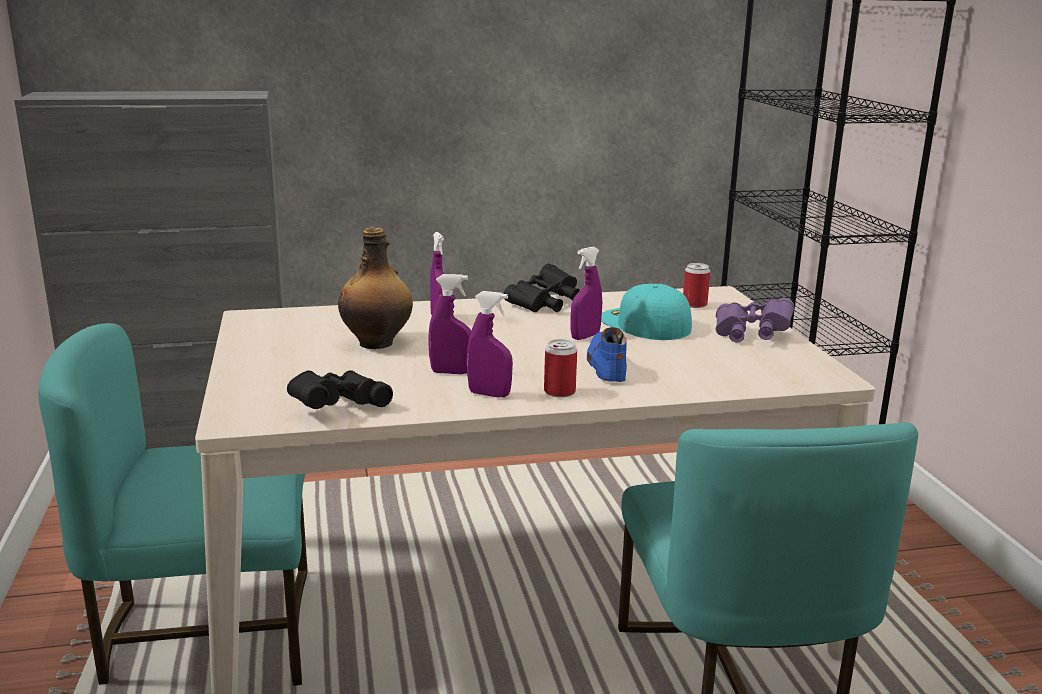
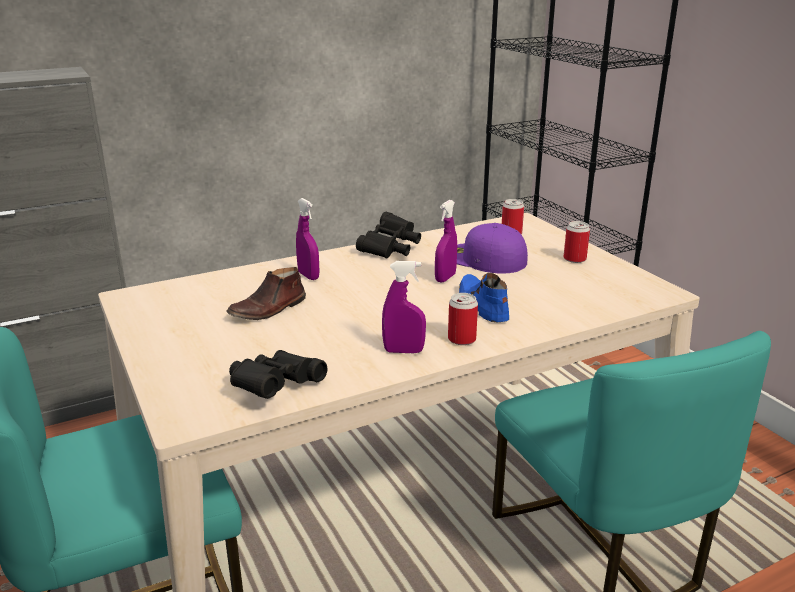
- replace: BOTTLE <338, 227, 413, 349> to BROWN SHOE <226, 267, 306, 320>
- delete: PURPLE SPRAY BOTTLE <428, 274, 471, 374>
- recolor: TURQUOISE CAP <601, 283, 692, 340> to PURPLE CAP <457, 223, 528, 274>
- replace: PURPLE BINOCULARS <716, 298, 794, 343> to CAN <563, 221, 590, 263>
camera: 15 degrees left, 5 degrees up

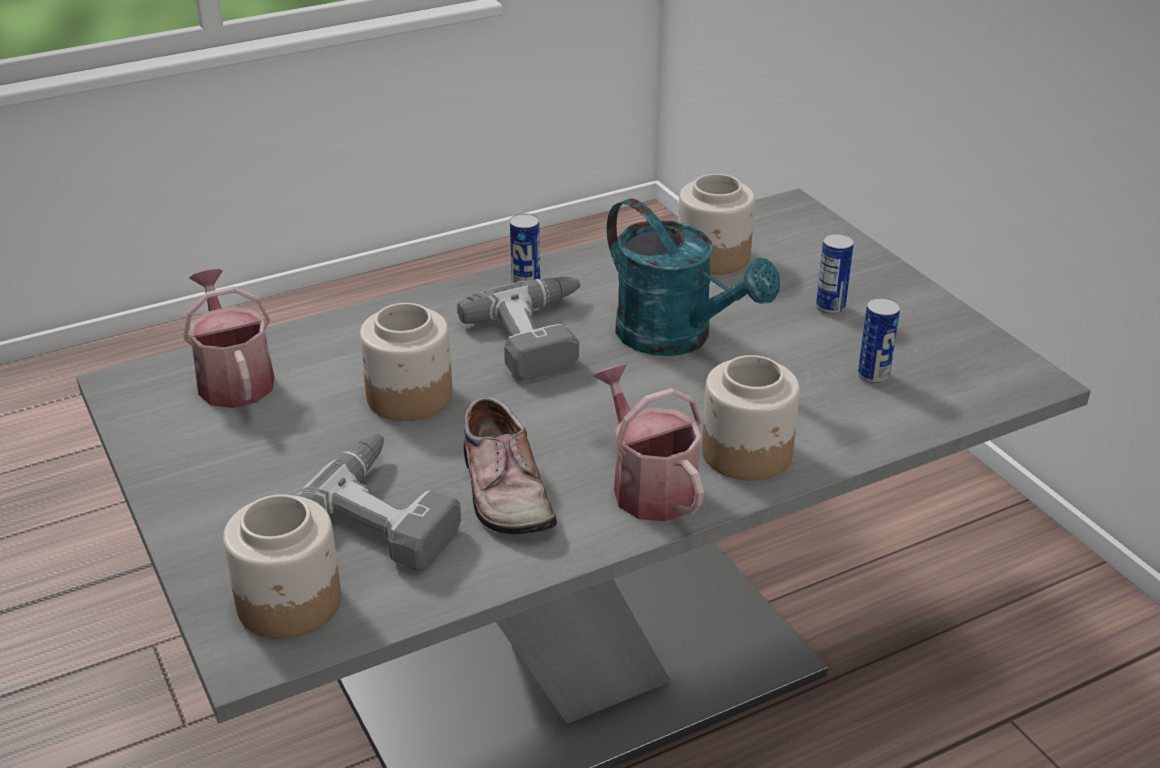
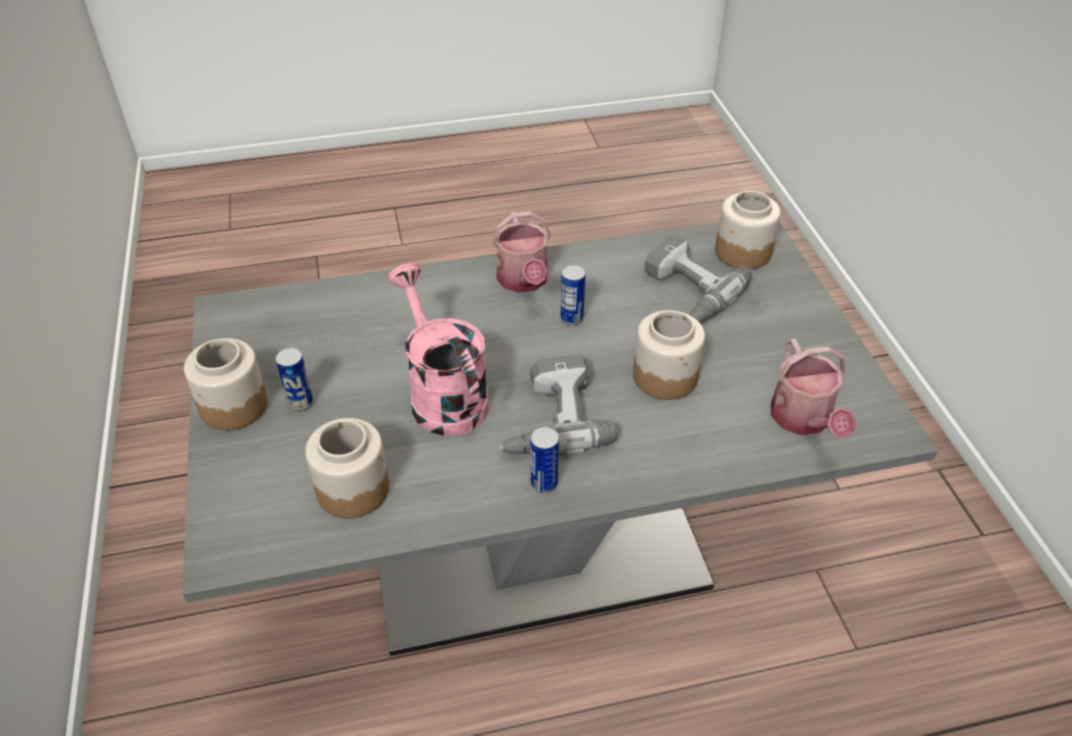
- recolor: TURQUOISE WATERING CAN <607, 198, 780, 356> to PINK WATERING CAN <388, 264, 489, 436>
- move: CAN <858, 298, 900, 384> to <560, 265, 585, 326>
- move: JAR <702, 355, 800, 481> to <184, 338, 268, 431>
- delete: SHOE <464, 397, 557, 534>
camera: 165 degrees left, 10 degrees up

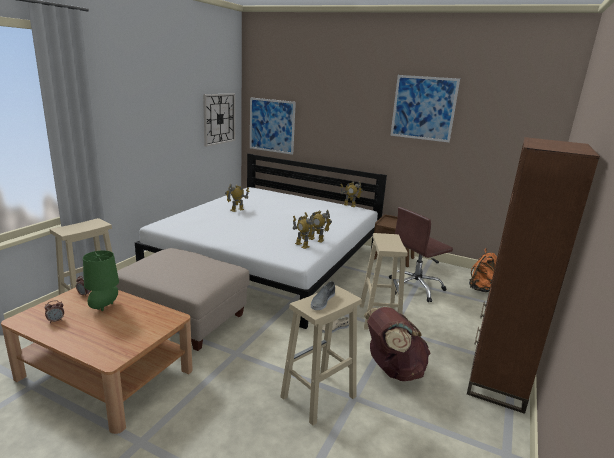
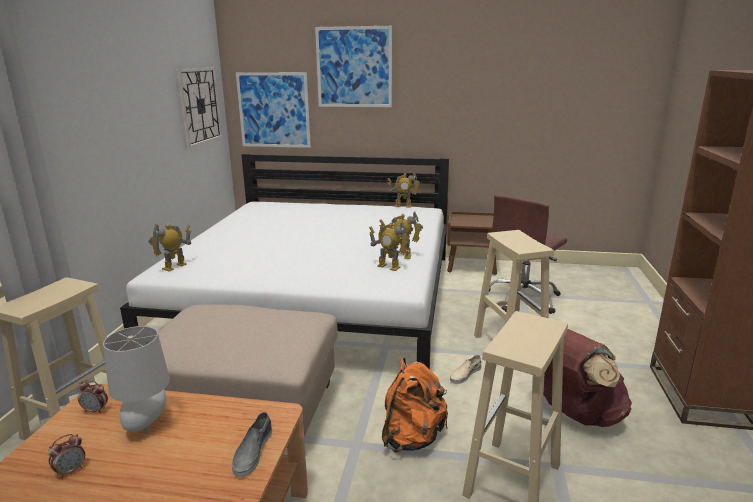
- move: PICTURE <390, 75, 460, 142> to <315, 26, 392, 107>
- move: TOY ROBOT <225, 184, 249, 212> to <148, 224, 192, 271>
- move: ORANGE BACKPACK <469, 248, 497, 292> to <382, 358, 448, 452>
- recolor: GREEN TABLE LAMP <83, 250, 119, 311> to GREY TABLE LAMP <103, 326, 170, 433>
- move: GREY SHOE <311, 281, 335, 310> to <232, 412, 272, 477>
camera: 15 degrees left, 0 degrees up

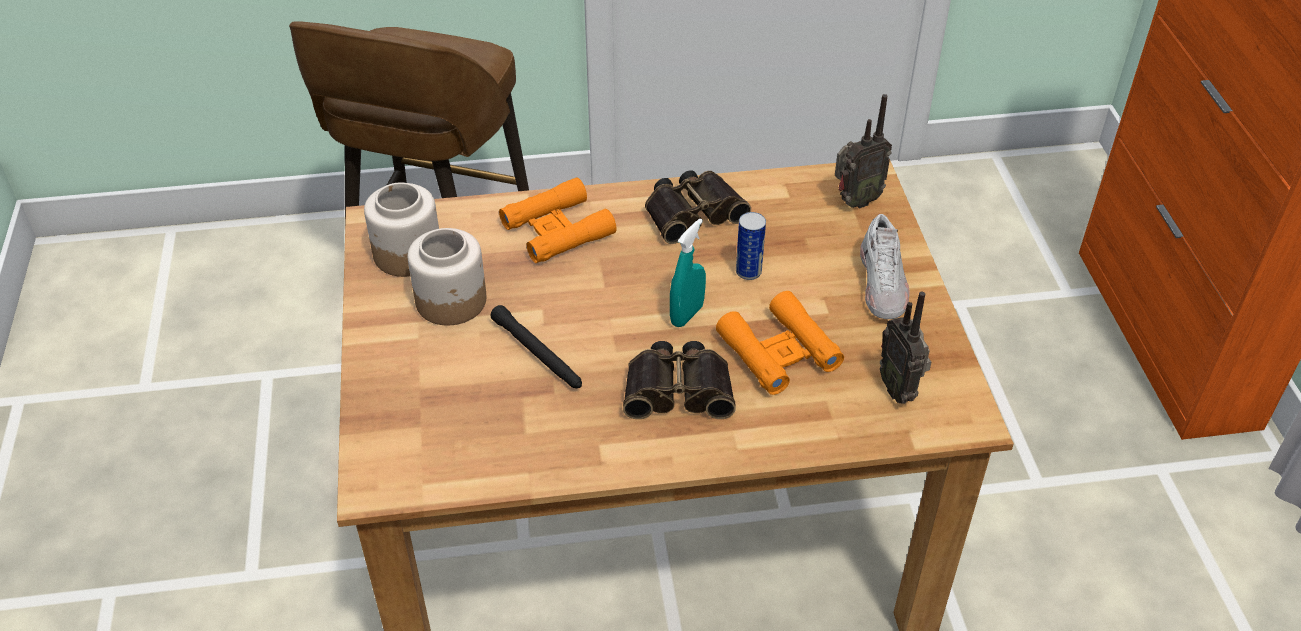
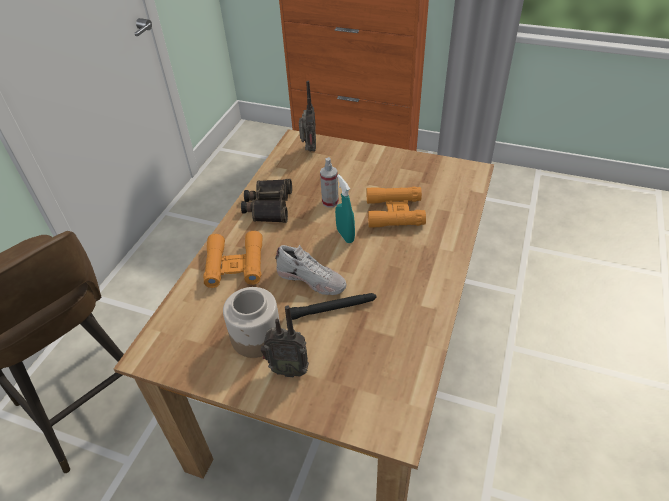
- delete: JAR <364, 182, 439, 277>
- replace: CAN <736, 212, 766, 280> to SPRAY BOTTLE <320, 157, 339, 208>
- move: WHITE SHOE <860, 214, 910, 319> to <275, 245, 346, 295>
- move: RADIO <880, 292, 931, 404> to <261, 305, 309, 377>
- delete: BINOCULARS <623, 341, 736, 419>
camera: 60 degrees left, 0 degrees up

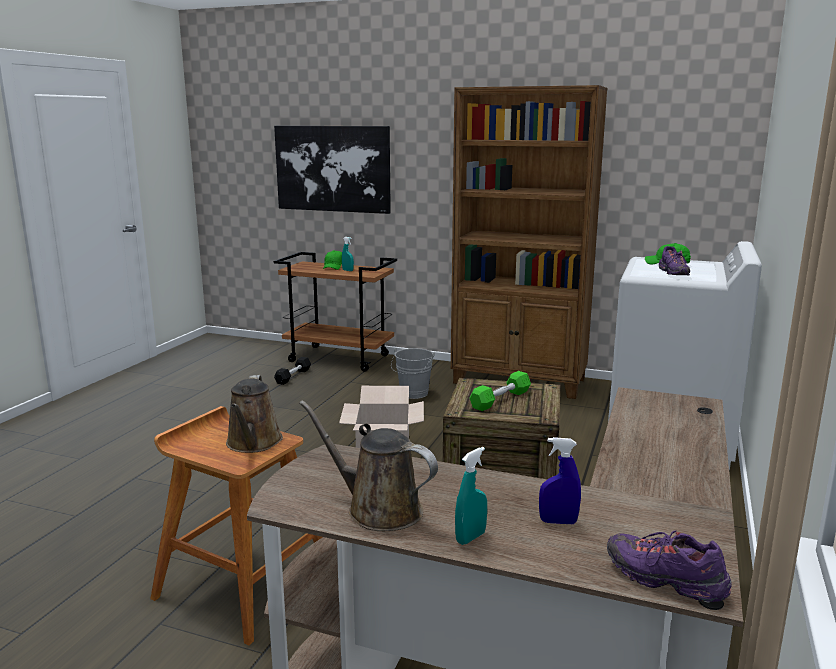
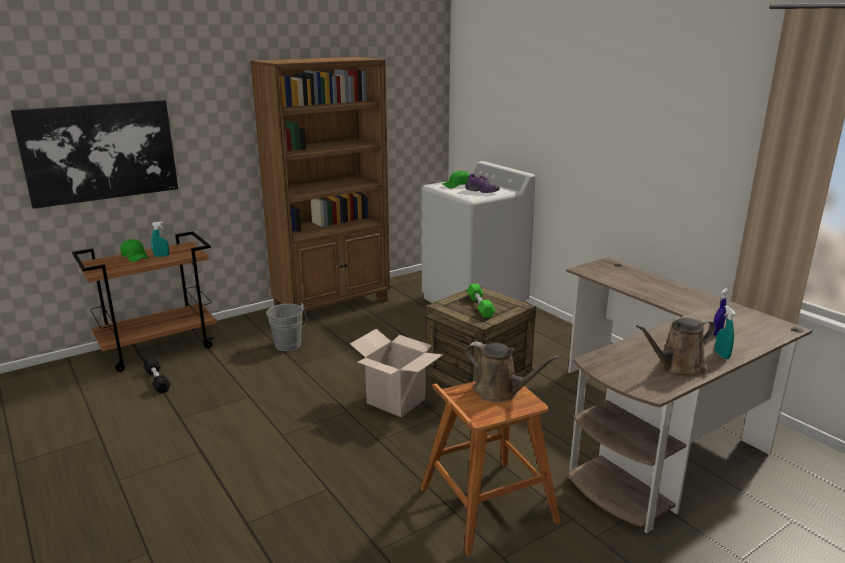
- delete: PURPLE SHOE <607, 531, 732, 602>
camera: 55 degrees left, 5 degrees up

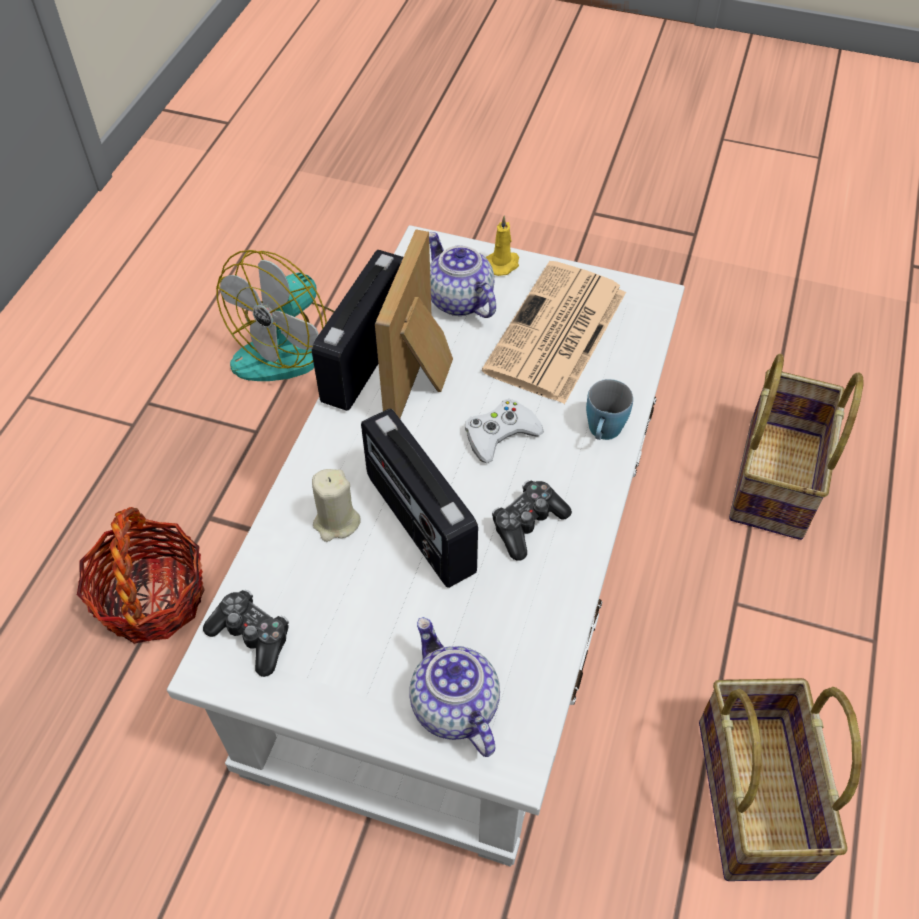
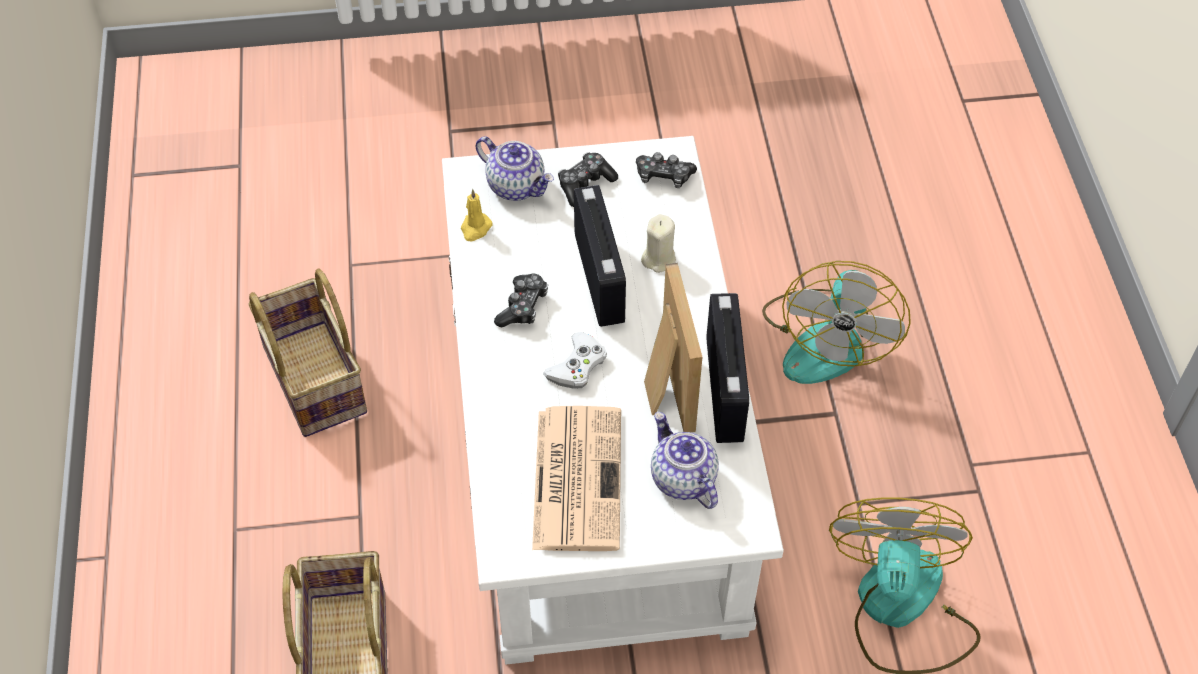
- move: YELLOW CANDLE <486, 216, 519, 276> to <461, 189, 492, 242>
- rotate: TEAPOT <429, 232, 496, 318> = <651, 412, 719, 509> 150 degrees counterclockwise
- delete: BLUE MUG <586, 379, 633, 440>
- rotate: RADIO <361, 409, 478, 588> = <574, 185, 626, 327> 45 degrees clockwise
- replace: BASKET <77, 507, 205, 644> to FAN <762, 261, 911, 384>
- insert: GAME CONTROLLER <558, 152, 618, 207>
camera: 155 degrees right, 0 degrees up

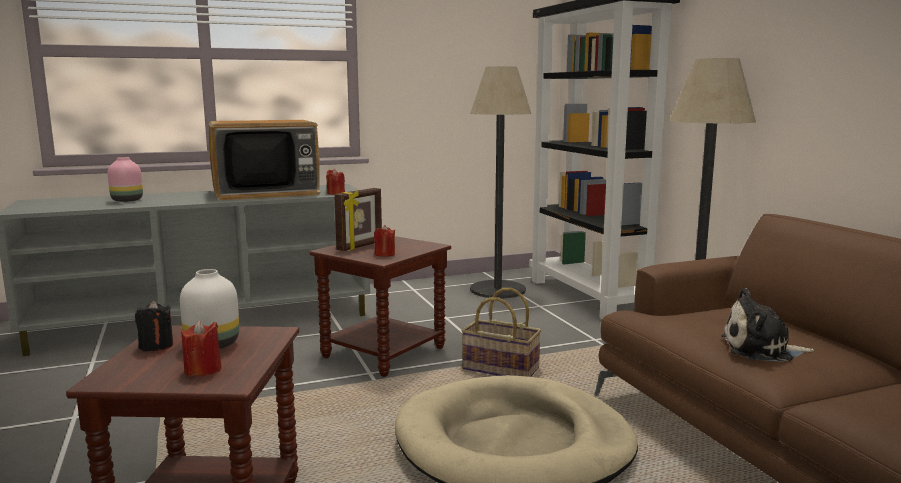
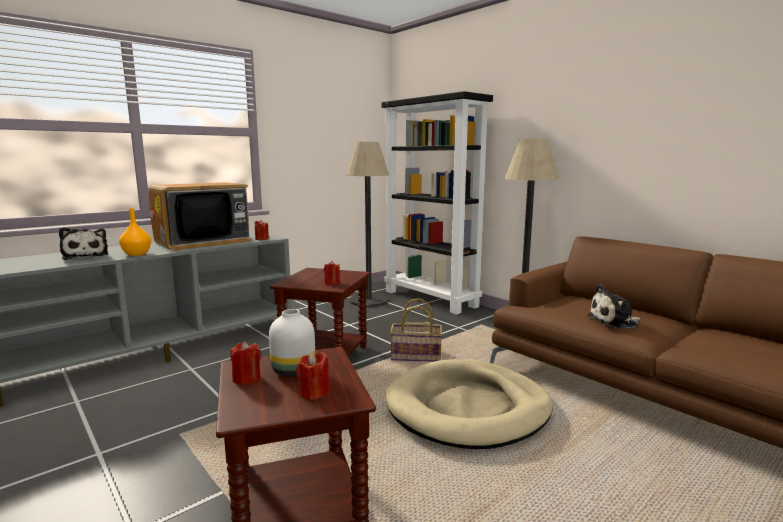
- replace: PINK VASE <108, 157, 143, 202> to PLUSH TOY <59, 227, 108, 260>
- delete: PICTURE FRAME <334, 188, 382, 251>
- recolor: BLACK CANDLE <135, 301, 173, 351> to RED CANDLE <230, 341, 261, 385>
- insert: ORANGE VASE <119, 208, 151, 256>
camera: 20 degrees left, 0 degrees up

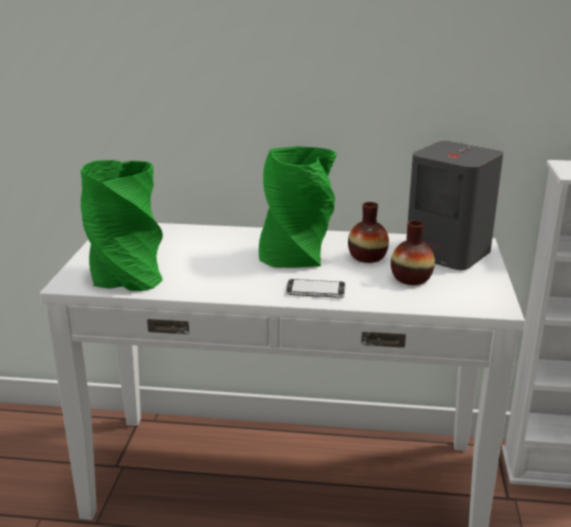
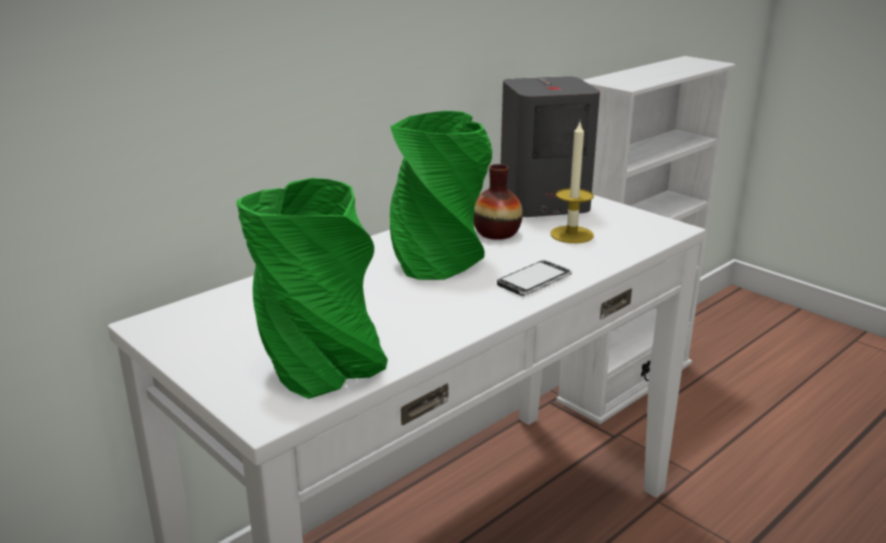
- replace: VASE <391, 220, 435, 285> to CANDLE <550, 122, 594, 243>
camera: 50 degrees left, 0 degrees up

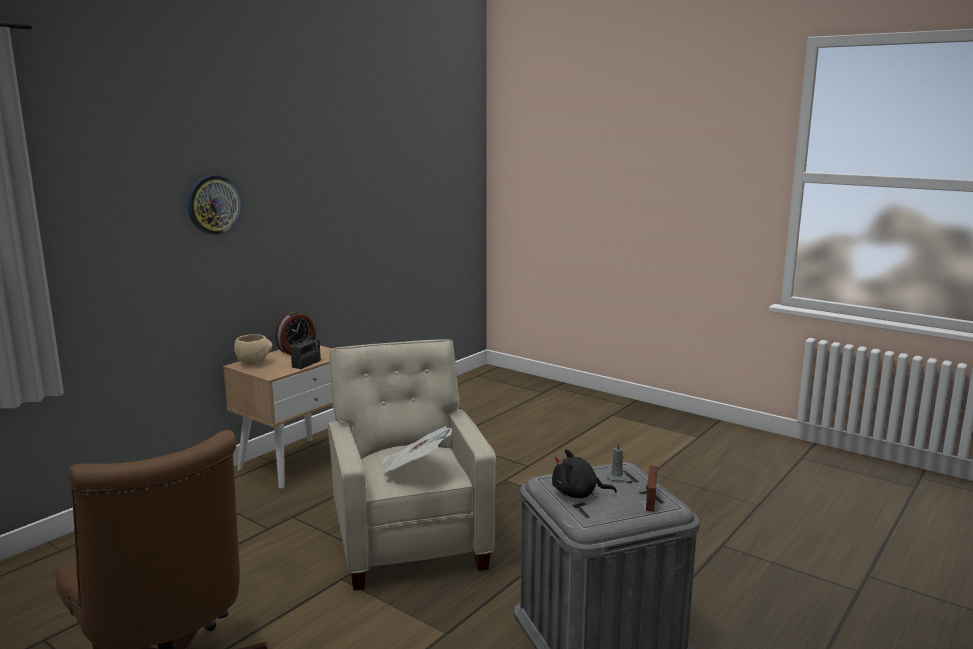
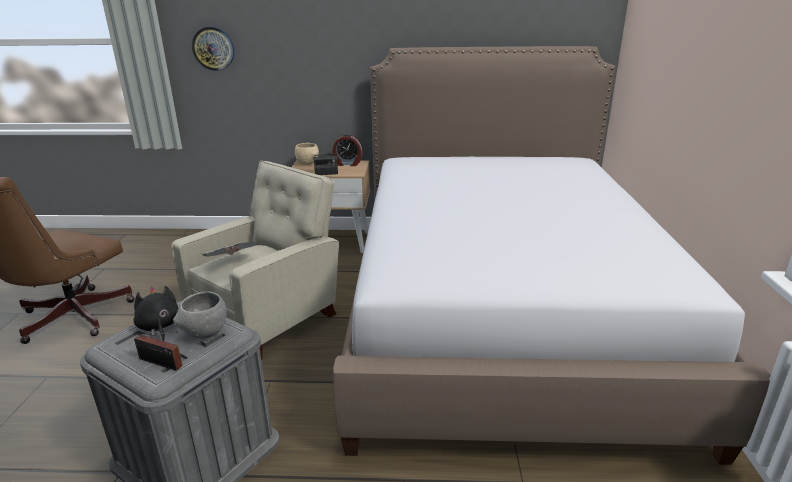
- move: WALL CLOCK <188, 175, 241, 235> to <192, 27, 234, 71>
- replace: GREY CANDLE <607, 441, 627, 482> to GREY BOWL <173, 291, 227, 338>
- rotate: RADIO <646, 465, 657, 511> = <134, 332, 182, 371> 135 degrees counterclockwise
- insert: BED <333, 46, 771, 465>
camera: 55 degrees right, 10 degrees up

